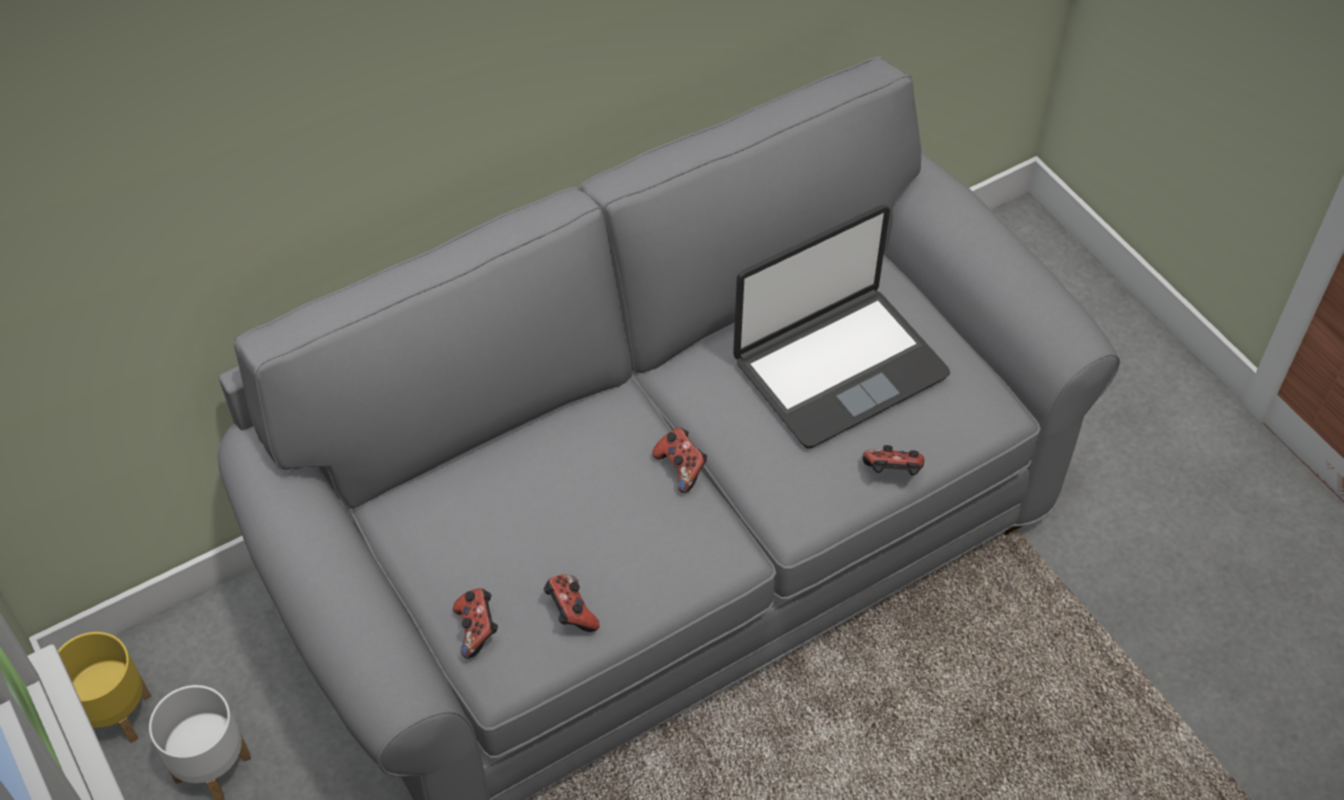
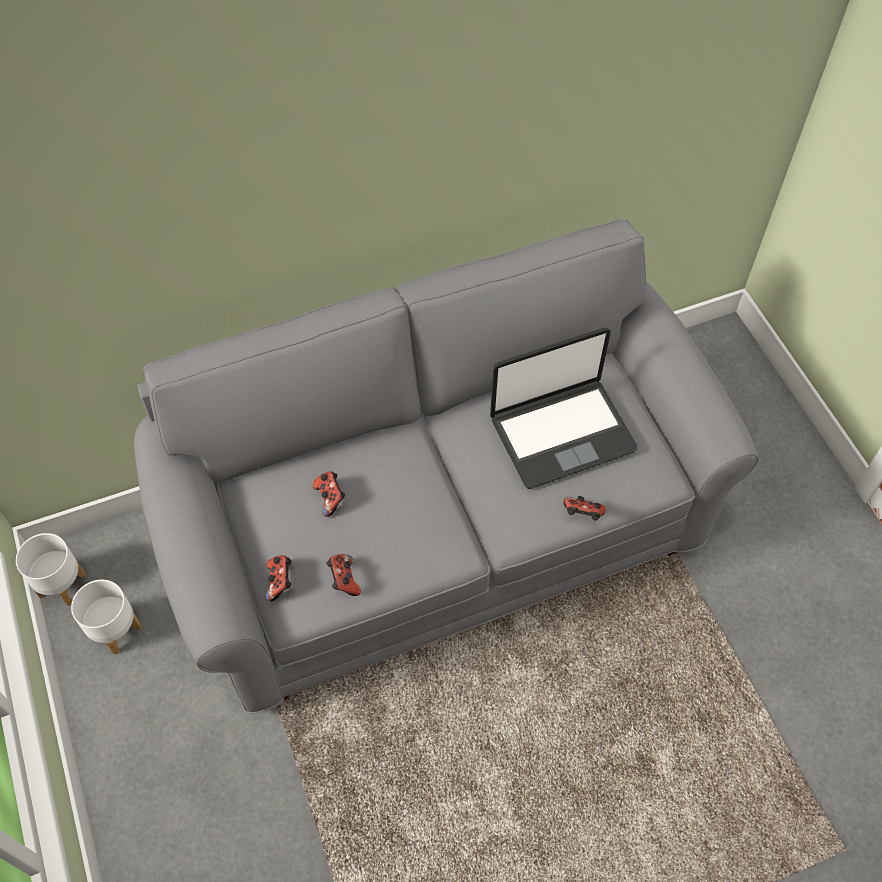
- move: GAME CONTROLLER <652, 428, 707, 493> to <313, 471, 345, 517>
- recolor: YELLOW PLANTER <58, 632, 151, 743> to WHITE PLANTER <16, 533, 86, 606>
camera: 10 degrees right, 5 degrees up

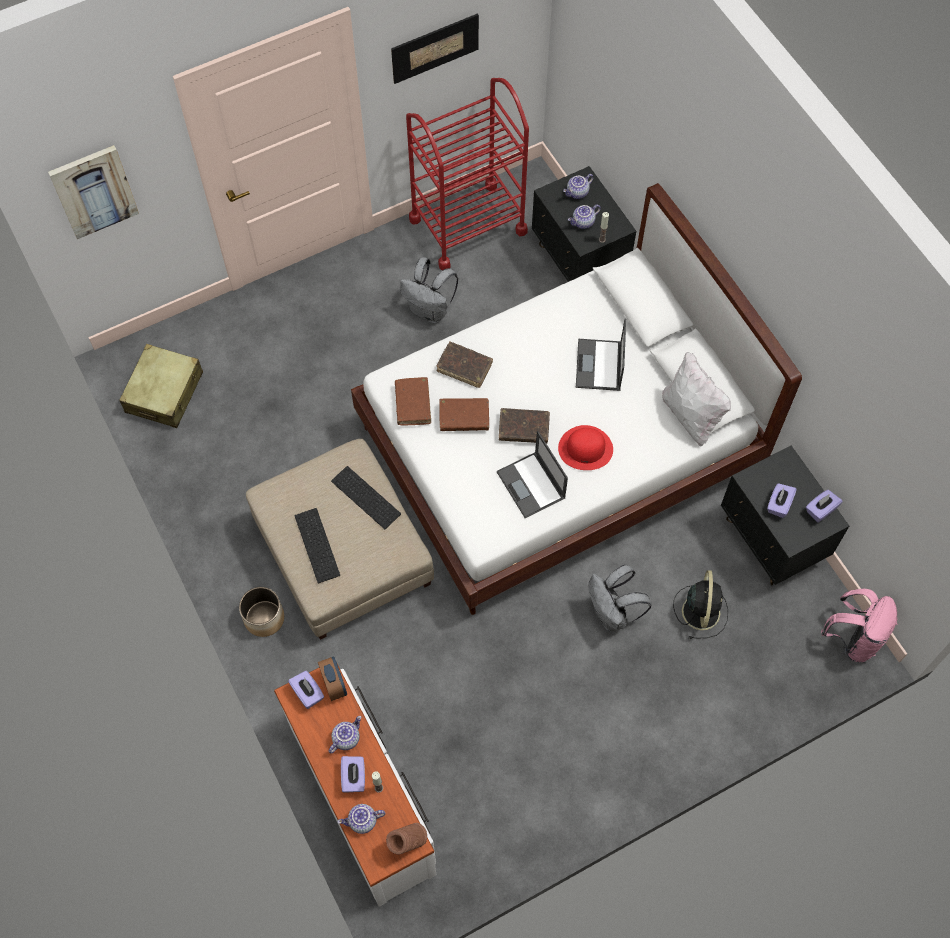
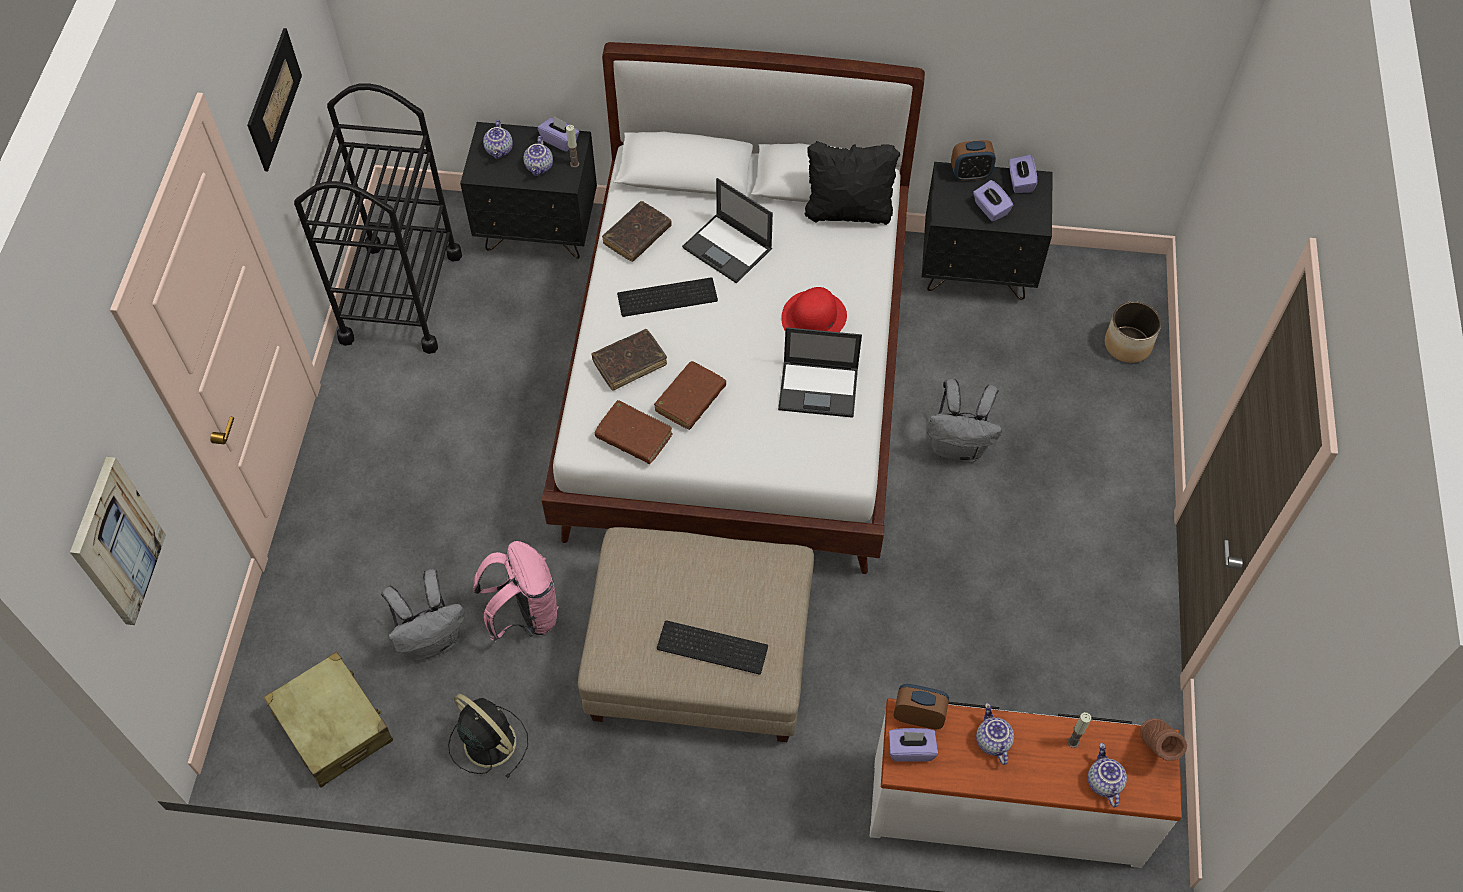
- recolor: RED CART <406, 78, 529, 270> to BLACK CART <294, 83, 462, 354>
- move: GREY BACKPACK <400, 257, 458, 323> to <381, 569, 464, 661>
- recolor: WHITE PILLOW <662, 352, 731, 446> to BLACK PILLOW <804, 141, 900, 225>
- move: BROWN BOOK <499, 408, 550, 443> to <602, 201, 672, 262>
- move: KEYBOARD <331, 466, 401, 529> to <617, 277, 718, 317>
- move: BLACK FAN <673, 570, 728, 639> to <448, 694, 528, 779>
- move: PLANTER <239, 587, 284, 637> to <1105, 301, 1161, 363>
- move: PINK BACKPACK <821, 589, 897, 662> to <473, 541, 559, 642>
- move: PURPLE TISSUE BOX <341, 756, 365, 793> to <538, 116, 580, 152>
- rotate: TEAPOT <337, 804, 385, 834> = <1088, 743, 1127, 807> 150 degrees clockwise
- insert: ALARM CLOCK <951, 140, 996, 181>
camera: 55 degrees left, 5 degrees down

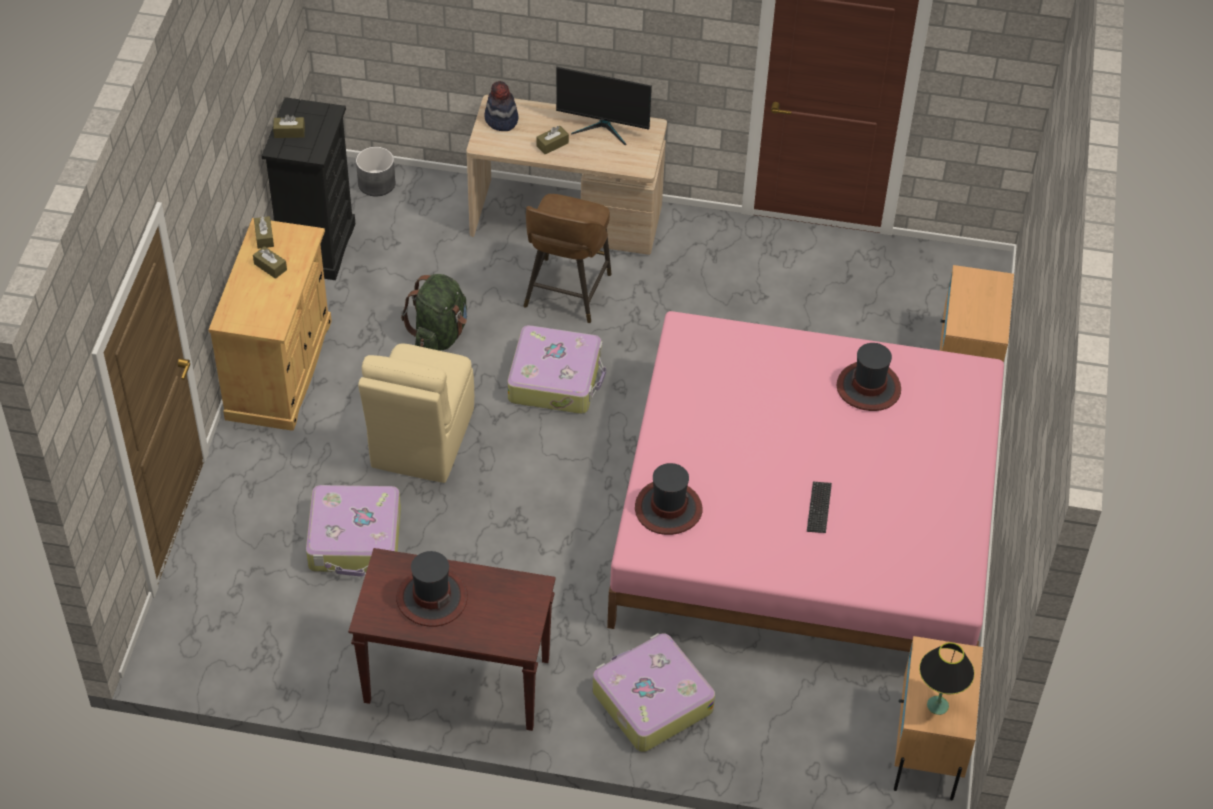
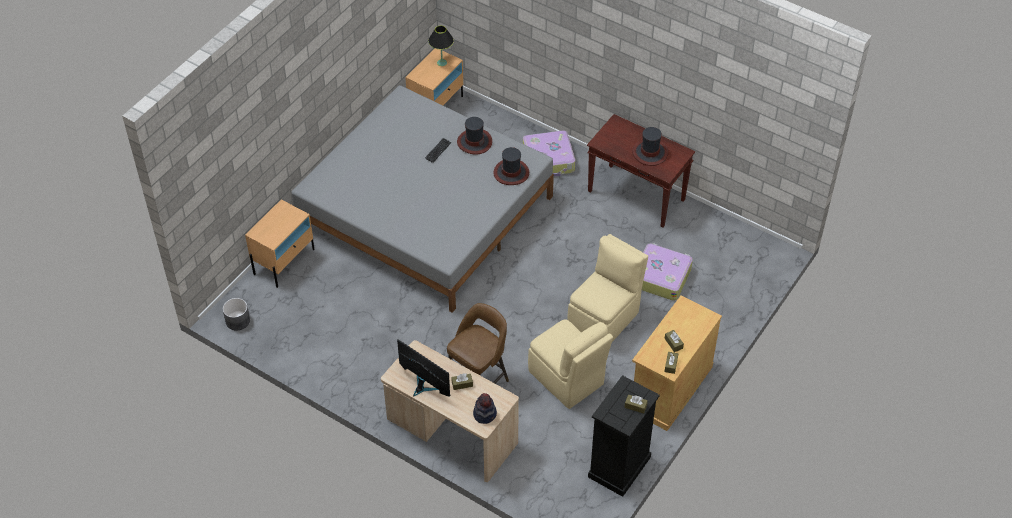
- move: GREY PLANTER <356, 147, 395, 197> to <223, 298, 250, 330>
- replace: GREEN BACKPACK <401, 274, 467, 351> to BEIGE CHAIR <528, 319, 613, 409>
- recolor: PINK BED <607, 311, 1004, 652> to GREY BED <291, 85, 554, 313>
- delete: SUITCASE <507, 325, 606, 414>
- move: HAT <837, 343, 901, 411> to <457, 117, 492, 155>
camera: 155 degrees left, 0 degrees up

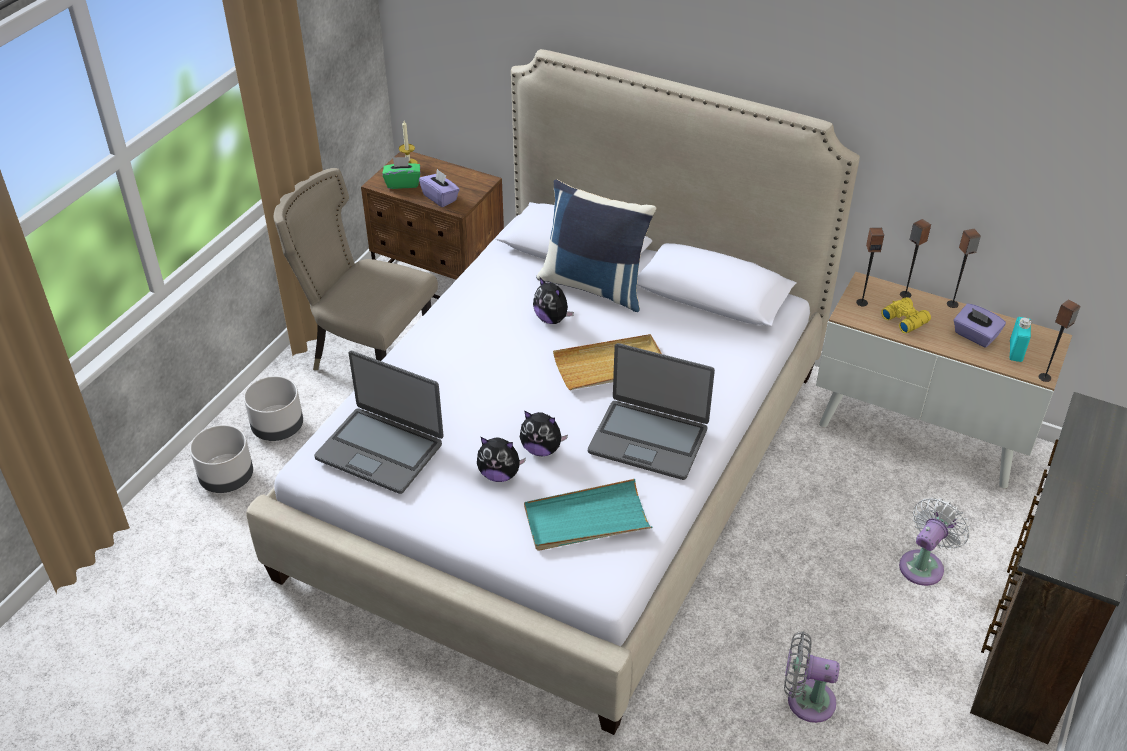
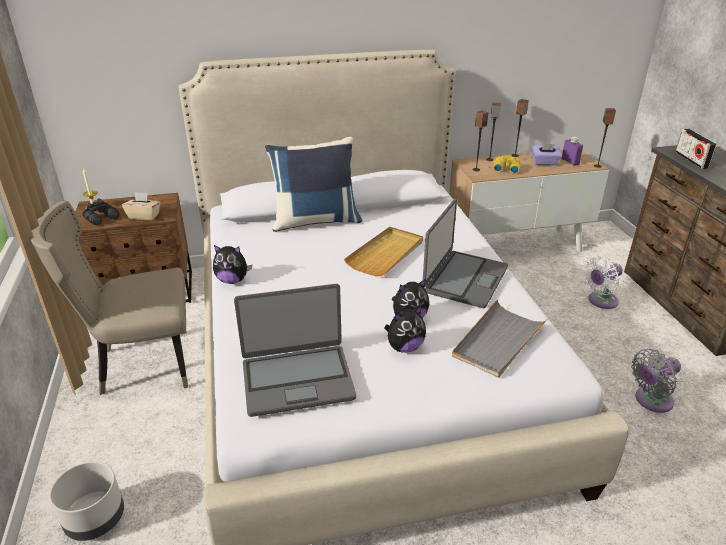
- replace: GREEN TISSUE BOX <382, 157, 420, 189> to BLACK BINOCULARS <82, 198, 119, 225>
- recolor: PURPLE TISSUE BOX <419, 169, 460, 207> to BEIGE TISSUE BOX <122, 192, 160, 220>
- move: PLUSH TOY <533, 277, 574, 324> to <213, 245, 252, 284>
- recolor: TURQUOISE BOTTLE <1010, 317, 1032, 362> to PURPLE BOTTLE <561, 137, 583, 166>
- rotate: LAPTOP <588, 343, 715, 480> = <423, 198, 508, 308> 45 degrees counterclockwise
- delete: GREY PLANTER <244, 376, 303, 441>
- recolor: TURQUOISE TRAY <524, 479, 652, 551> to GREY TRAY <452, 300, 548, 378>
- rotate: WHITE FAN <899, 497, 970, 586> = <584, 256, 623, 309> 120 degrees counterclockwise
- insert: RADIO <675, 129, 717, 169>
camera: 40 degrees left, 10 degrees down

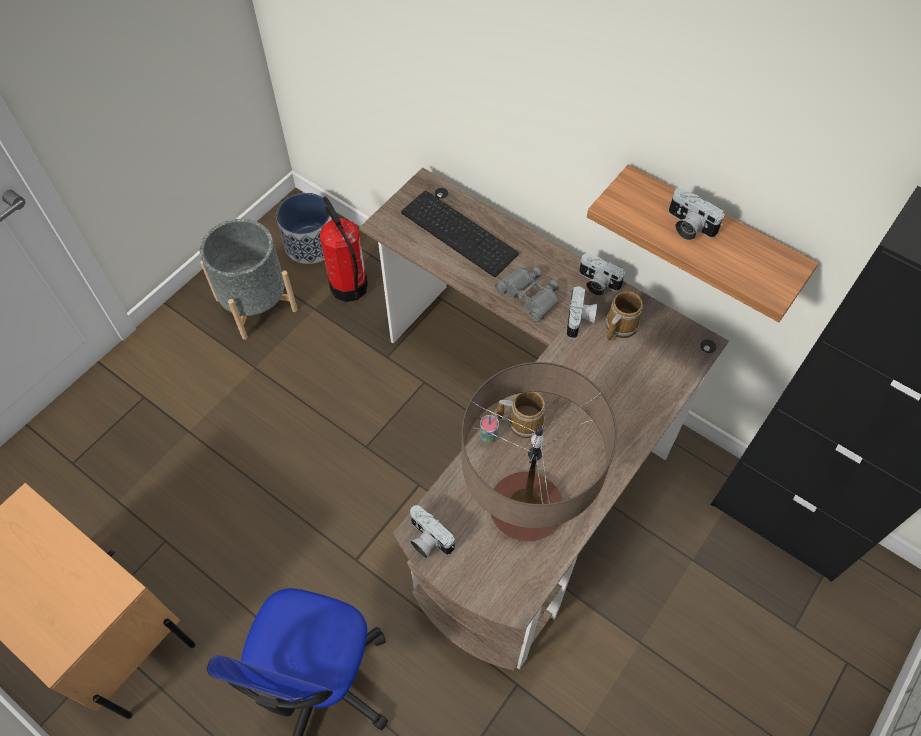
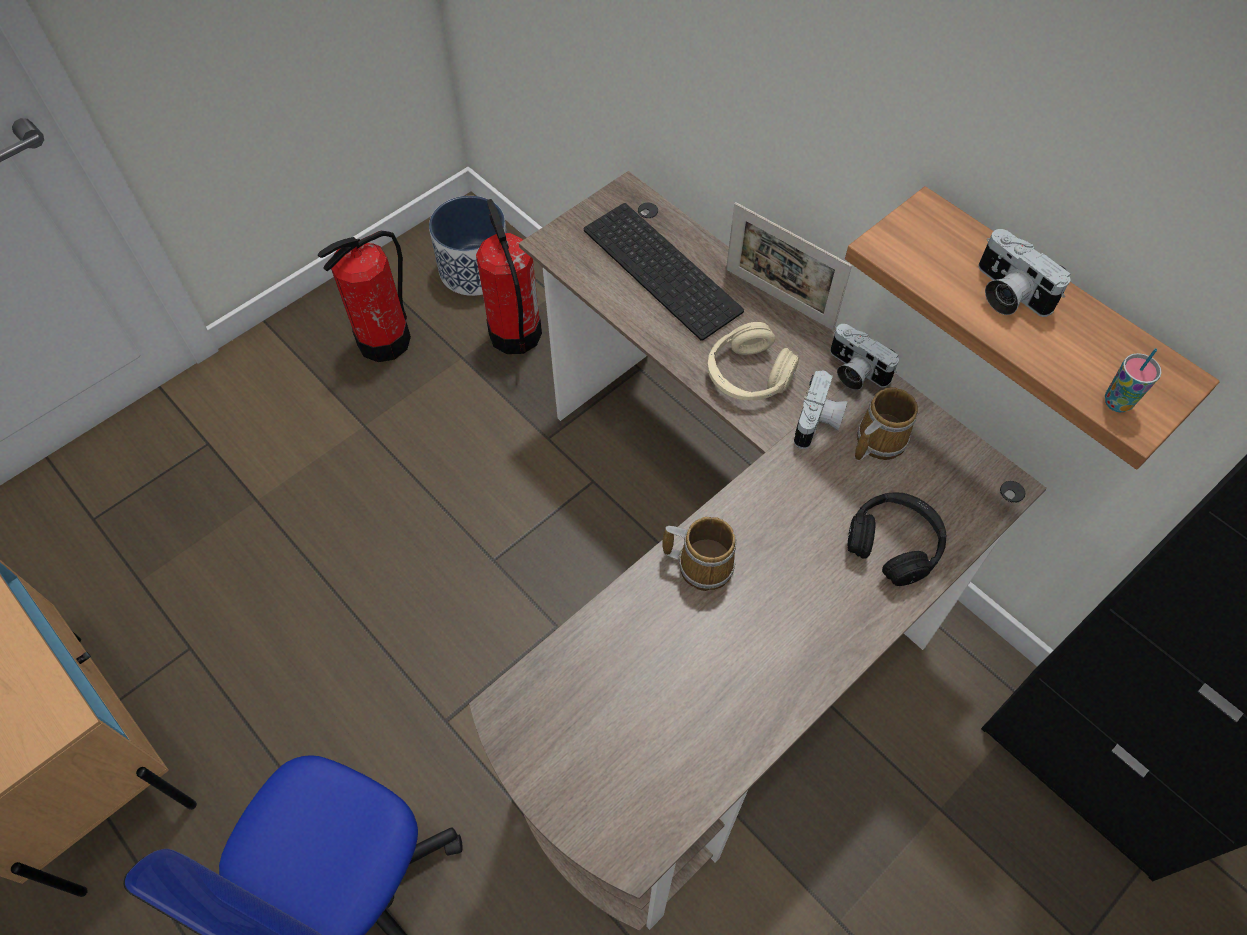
- replace: GREY PLANTER <200, 219, 298, 340> to FIRE EXTINGUISHER <318, 231, 411, 362>
- replace: GREY BINOCULARS <495, 267, 559, 322> to BEIGE HEADPHONES <707, 322, 799, 401>
- delete: TABLE LAMP <462, 362, 617, 541>
- move: CUP <480, 415, 499, 443> to <1105, 348, 1161, 413>
- delete: PHOTO CAMERA <410, 505, 455, 558>
- insert: PICTURE FRAME <726, 202, 852, 330>
- insert: BLACK HEADPHONES <848, 493, 946, 586>
camera: 10 degrees right, 0 degrees up

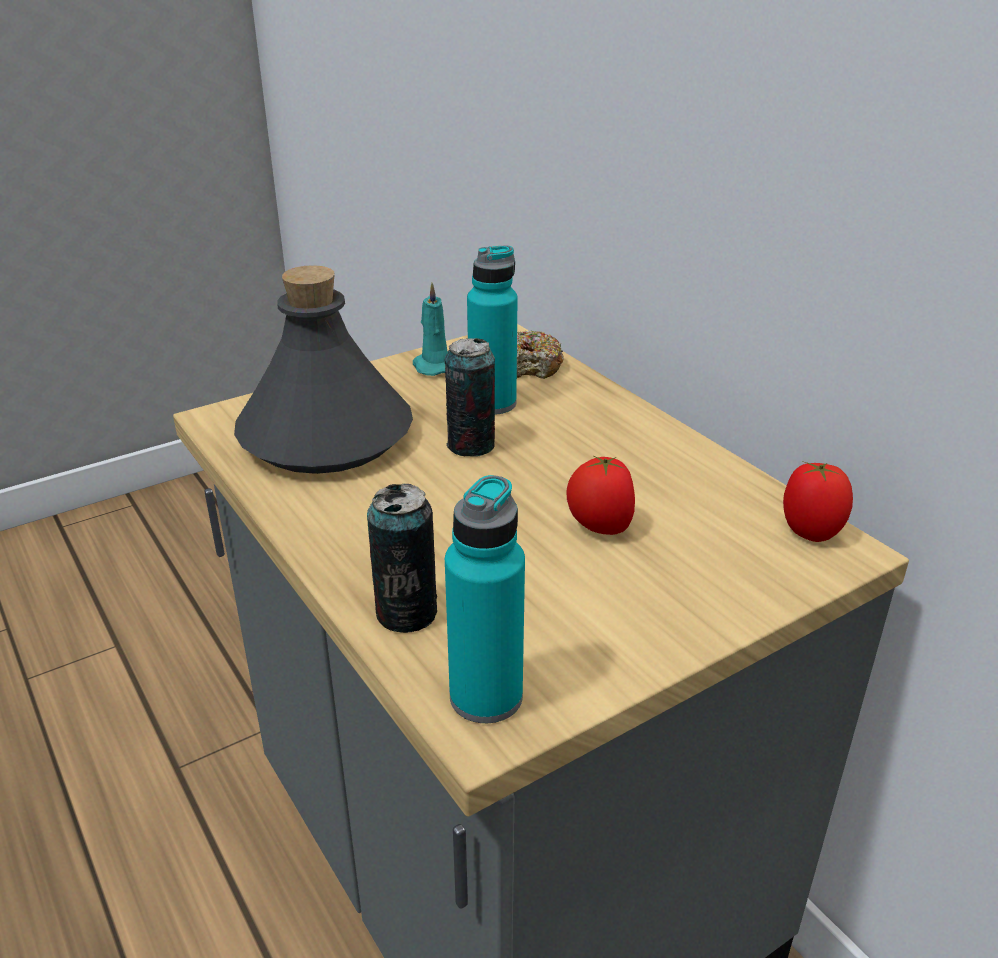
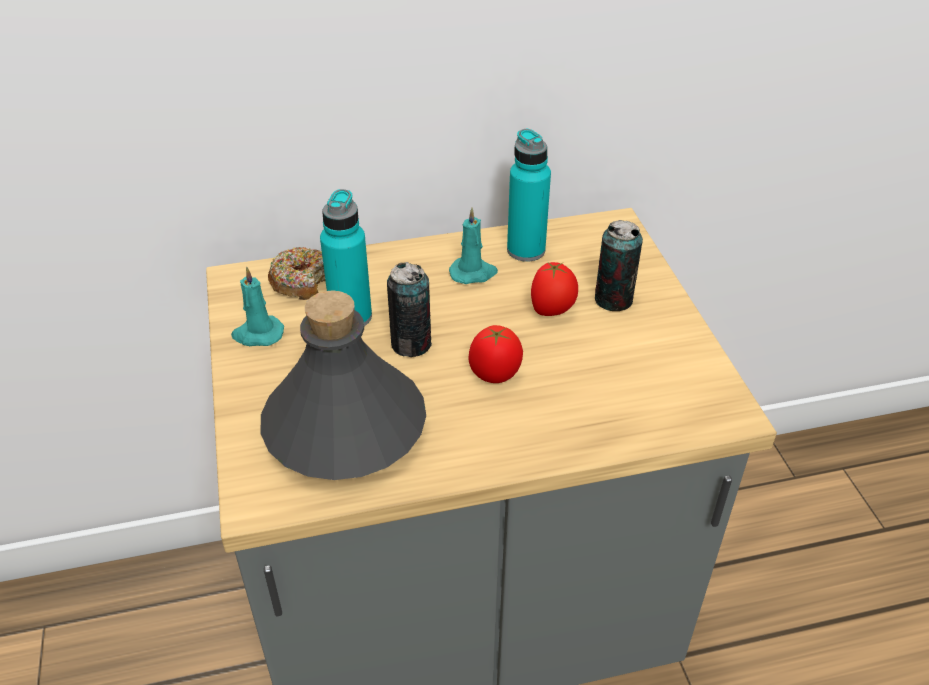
- move: TOMATO <783, 462, 853, 542> to <468, 325, 523, 383>
- move: TURQUOISE BOTTLE <445, 475, 525, 723> to <507, 129, 551, 262>
- move: CAN <367, 484, 437, 633> to <595, 220, 643, 311>
- insert: TURQUOISE CANDLE <449, 207, 498, 284>
camera: 70 degrees left, 10 degrees up

